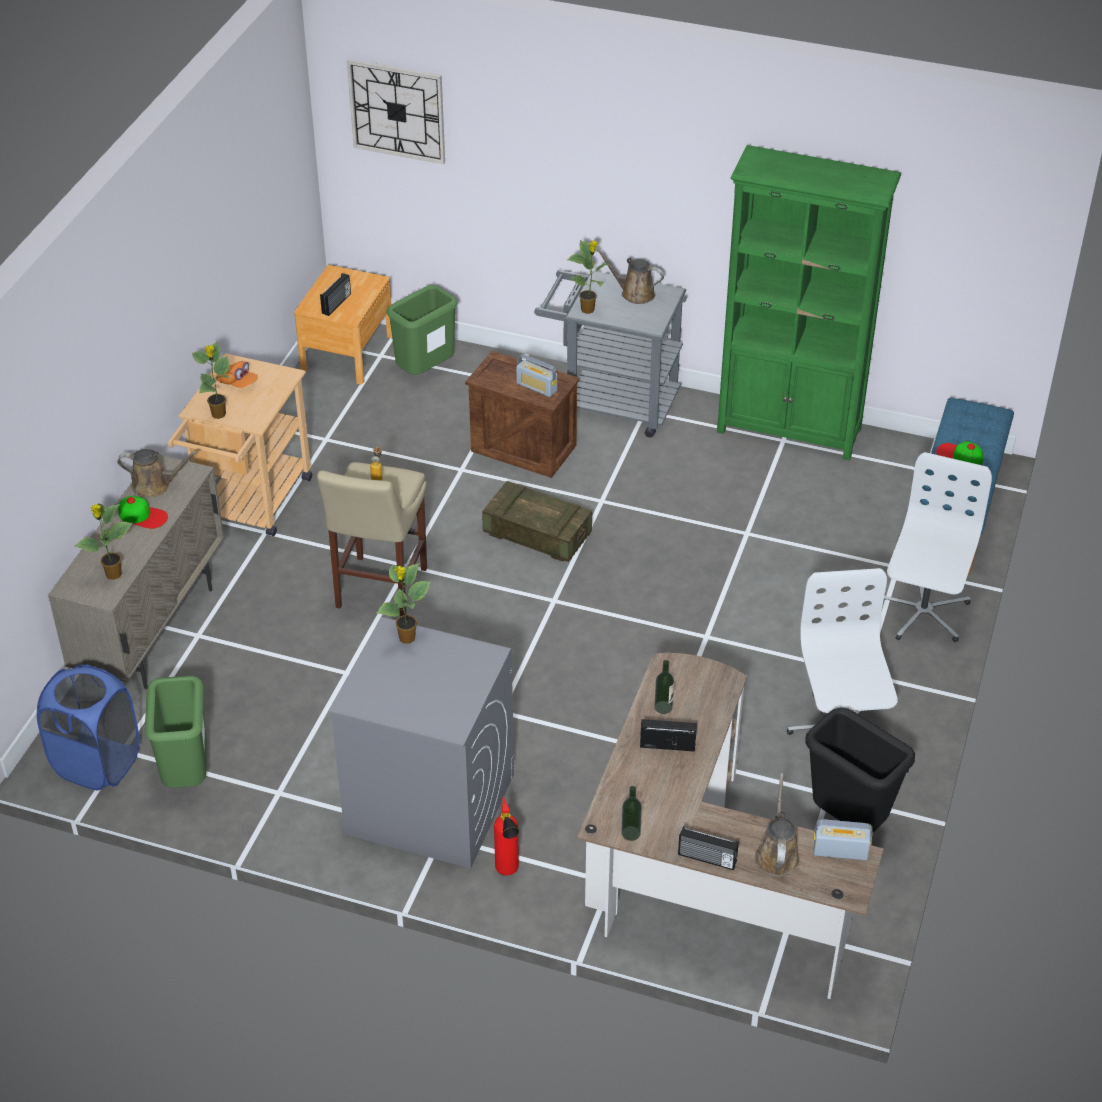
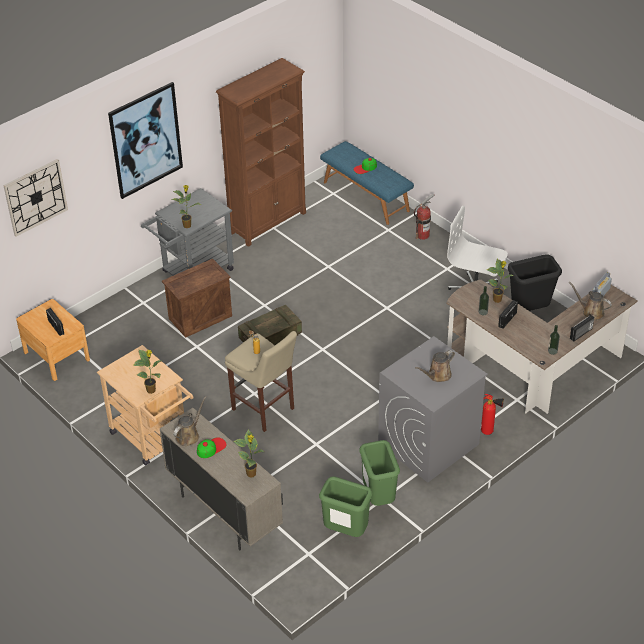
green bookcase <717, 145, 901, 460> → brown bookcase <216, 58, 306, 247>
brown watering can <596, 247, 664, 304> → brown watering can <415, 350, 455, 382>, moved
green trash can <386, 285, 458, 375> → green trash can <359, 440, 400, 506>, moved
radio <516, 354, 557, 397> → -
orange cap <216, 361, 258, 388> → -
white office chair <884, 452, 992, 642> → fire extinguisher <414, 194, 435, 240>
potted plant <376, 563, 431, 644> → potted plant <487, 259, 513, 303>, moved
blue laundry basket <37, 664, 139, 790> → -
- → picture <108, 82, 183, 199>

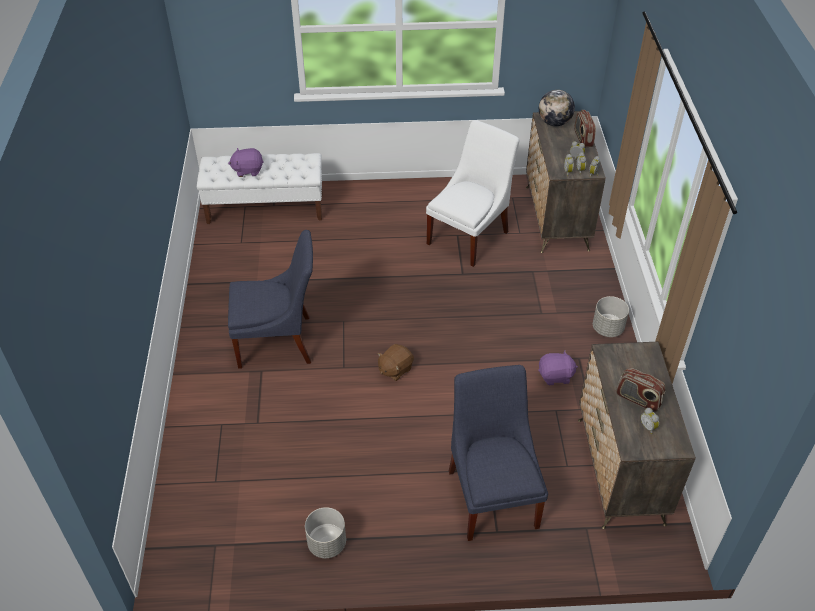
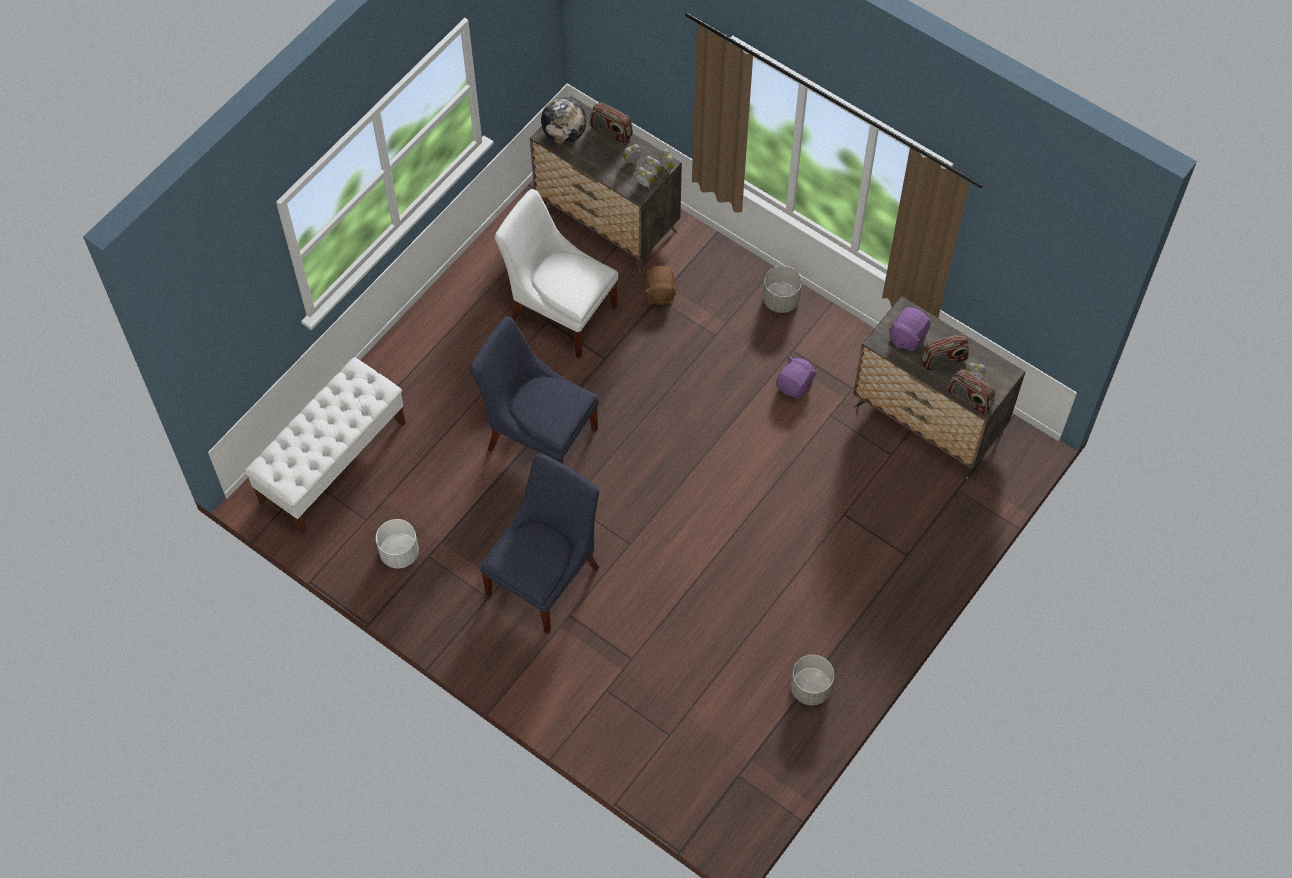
white chair <426, 120, 519, 267> → white chair <495, 189, 618, 358>, 45 degrees counterclockwise
purple plush toy <228, 148, 264, 177> → purple plush toy <889, 307, 930, 352>, moved
brown plush toy <377, 344, 414, 381> → brown plush toy <644, 266, 678, 305>, moved
blue chair <449, 365, 548, 541> → blue chair <470, 316, 599, 464>, moved
- → radio <947, 369, 995, 415>
- → white planter <376, 519, 419, 569>

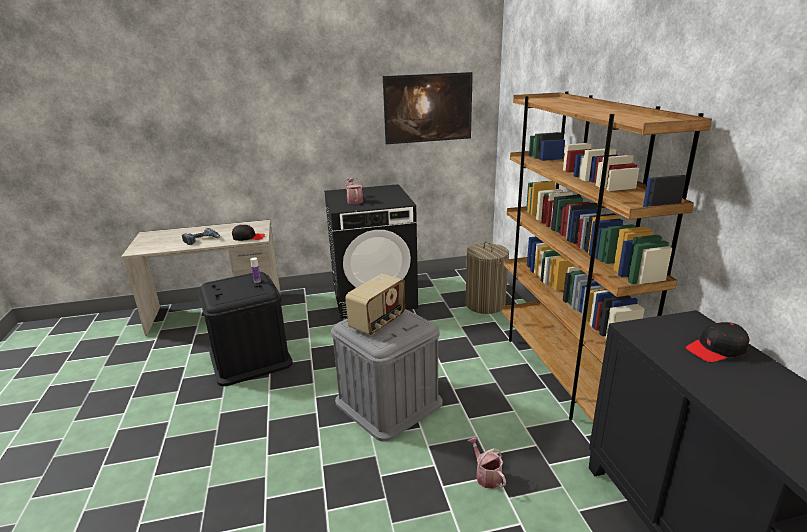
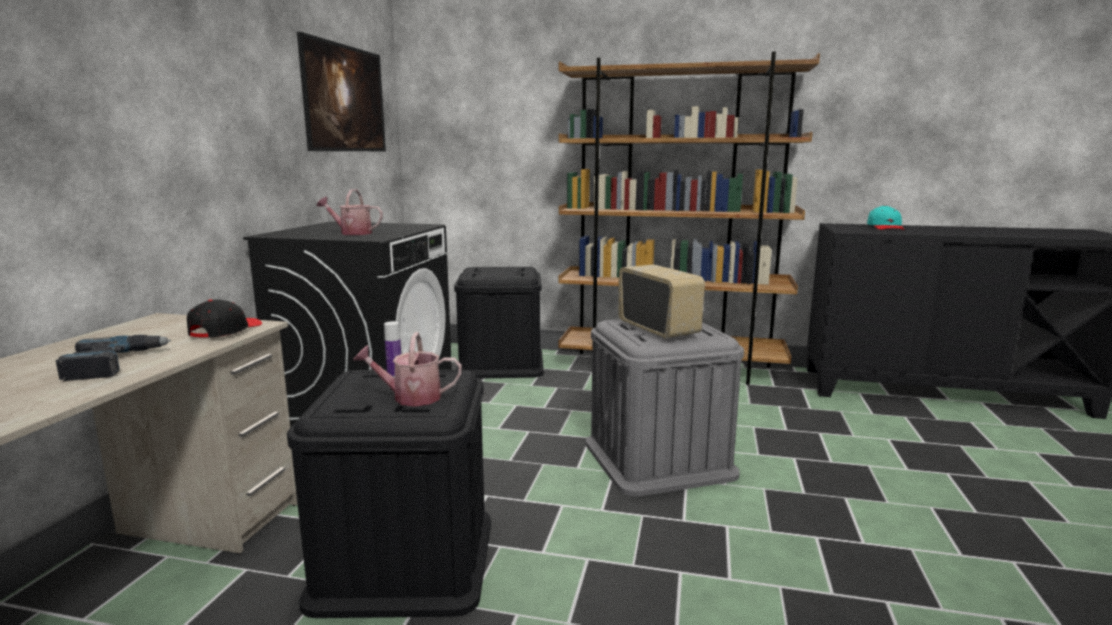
laundry basket <466, 241, 509, 314> → black storage box <454, 267, 544, 379>
black cap <685, 322, 750, 362> → turquoise cap <867, 205, 904, 230>
watering can <467, 437, 506, 489> → watering can <353, 332, 462, 407>, moved

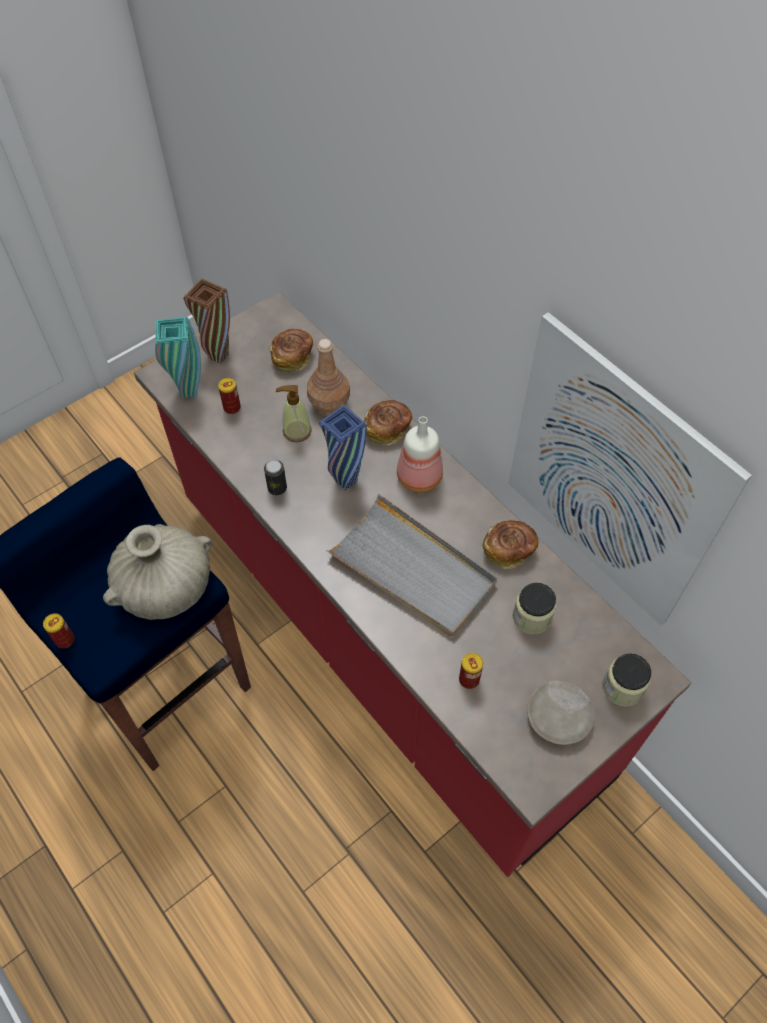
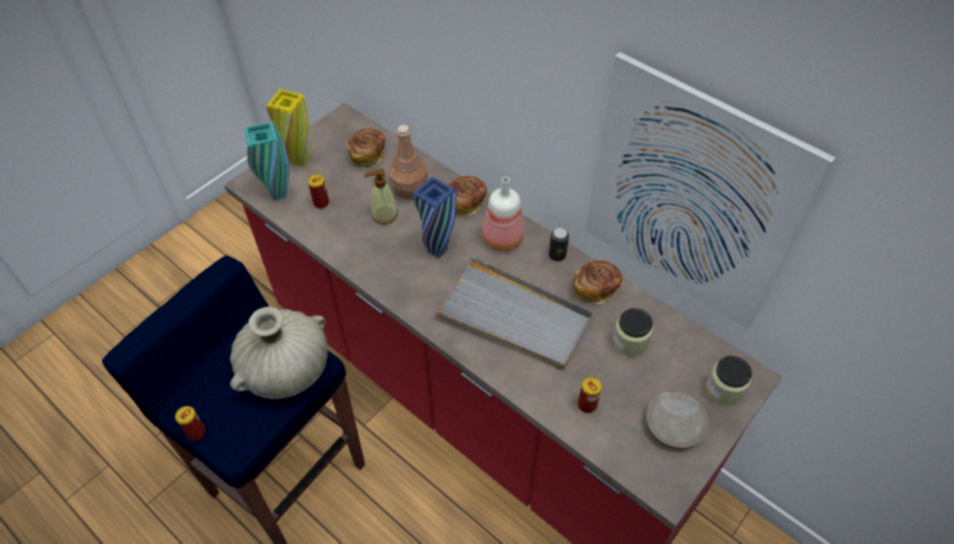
brown vase <183, 278, 230, 363> → yellow vase <266, 89, 310, 168>
can <264, 460, 287, 495> → can <549, 228, 569, 261>, moved

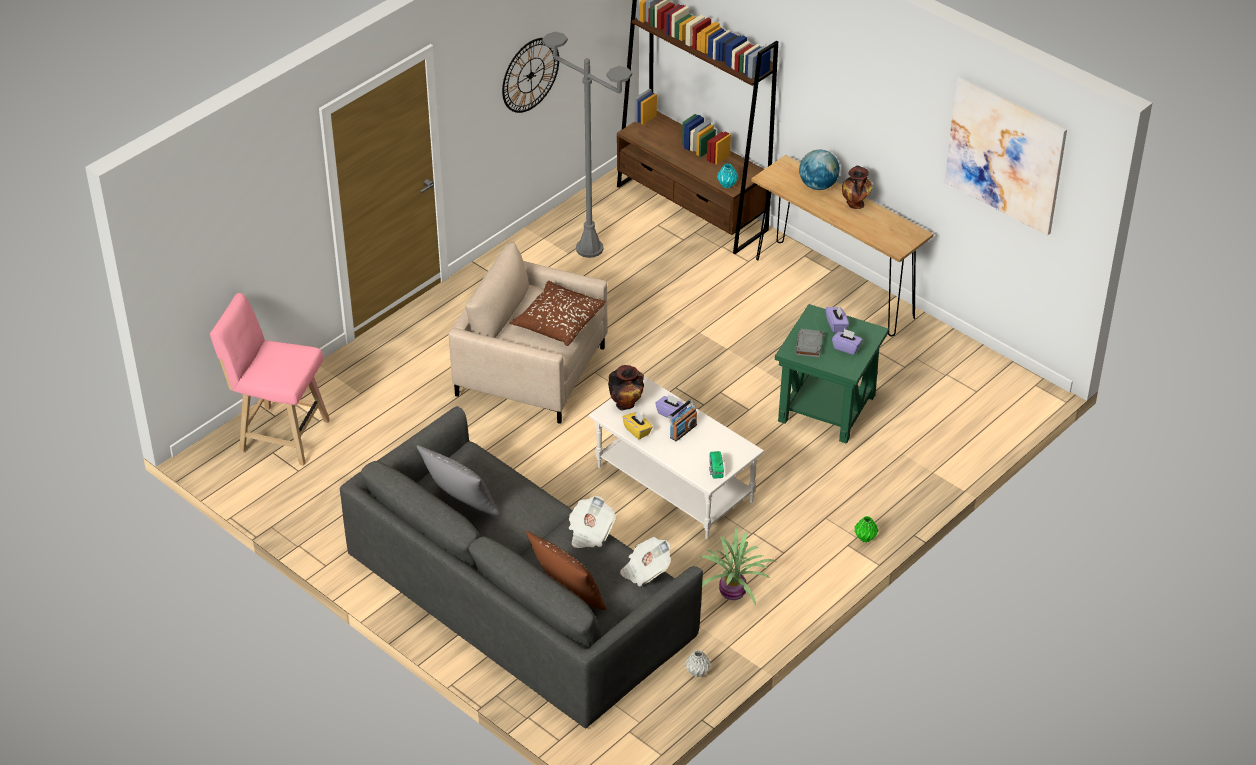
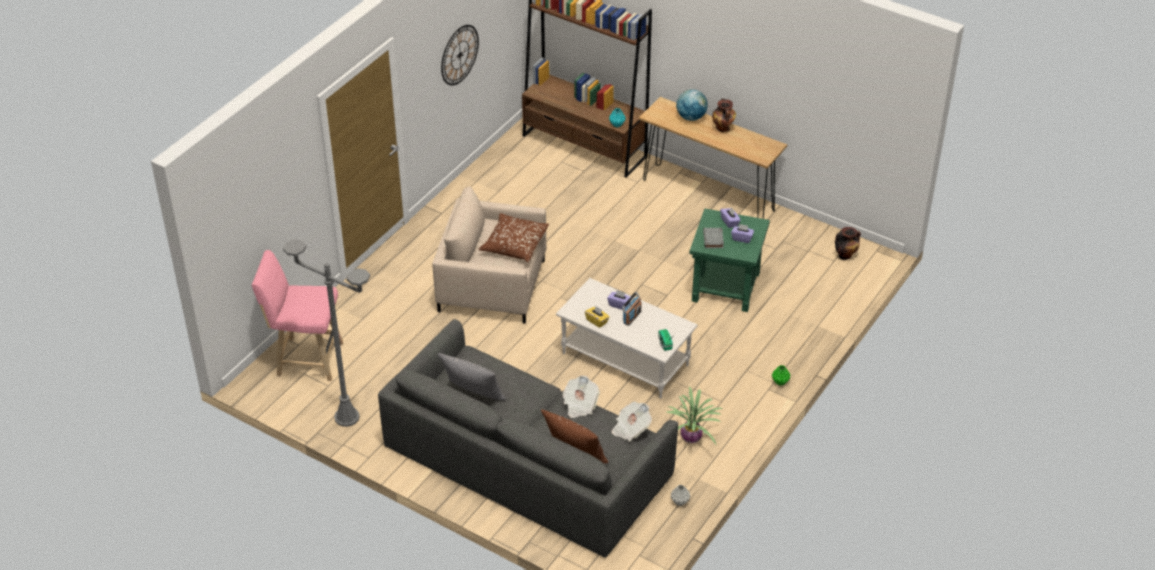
grey floor lamp <542, 32, 632, 258> → grey floor lamp <283, 239, 370, 427>, moved
picture <945, 77, 1067, 236> → -
vase <608, 365, 644, 410> → vase <835, 227, 861, 260>, moved

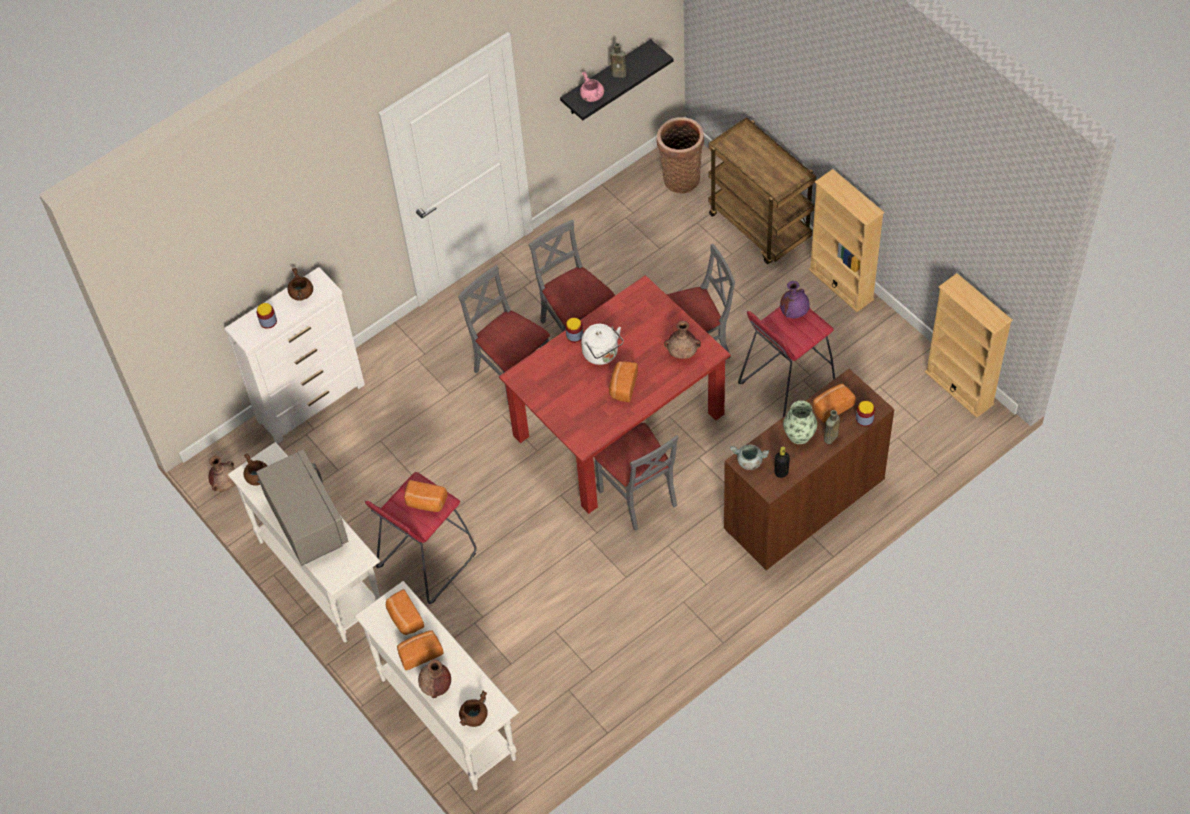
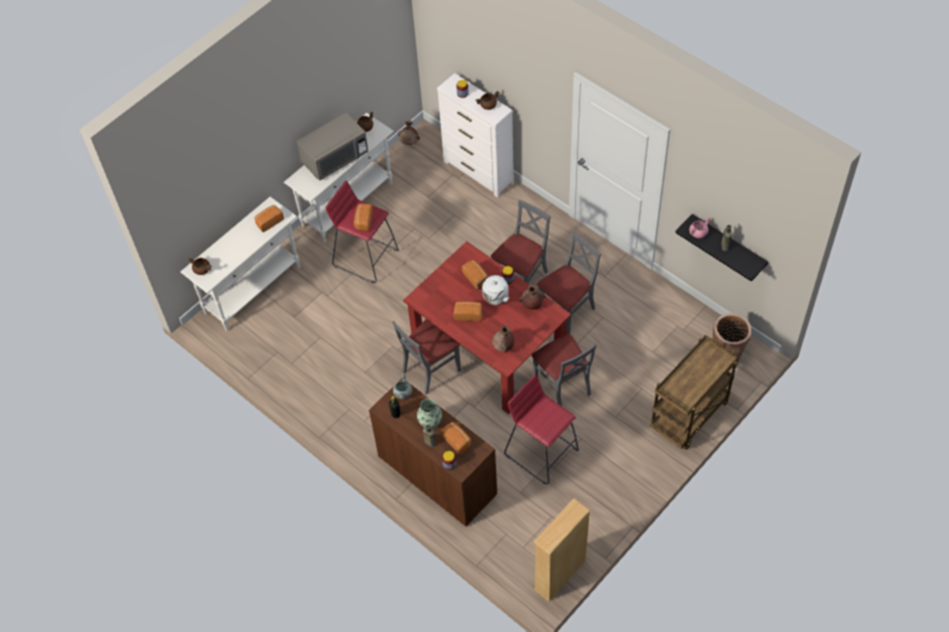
beige bookcase <809, 169, 884, 312> → -
purple vase <780, 281, 810, 319> → -
bread <397, 630, 444, 670> → bread <462, 260, 488, 290>, moved
brown vase <418, 660, 451, 698> → brown vase <519, 285, 546, 310>, moved

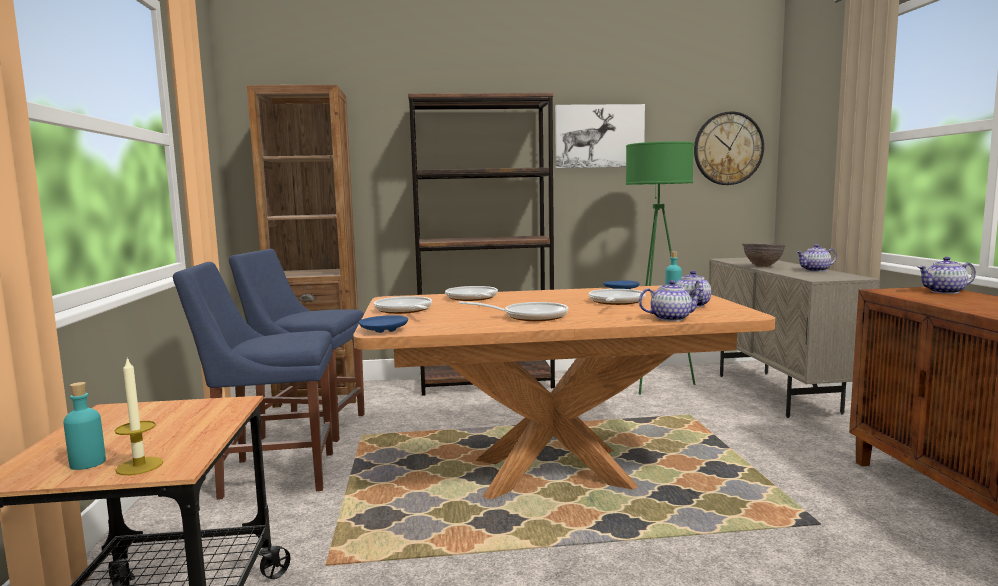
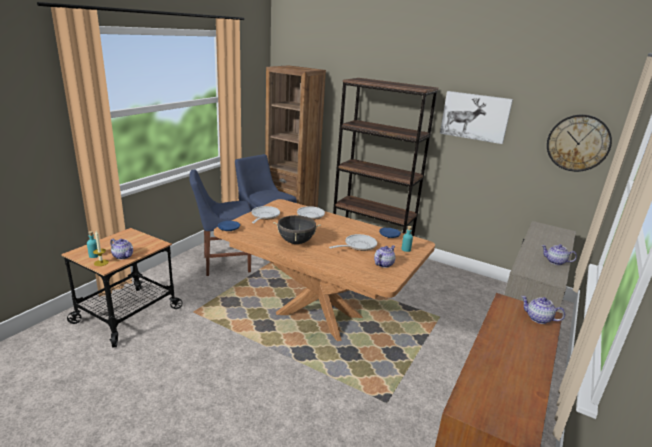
green floor lamp <626, 141, 695, 395> → -
brown bowl <742, 243, 785, 267> → -
blue chair <173, 262, 333, 500> → blue chair <189, 169, 251, 276>, 45 degrees counterclockwise
teapot <639, 280, 703, 321> → teapot <110, 239, 133, 260>, moved
frying pan <459, 301, 568, 321> → black cooking pot <273, 215, 321, 244>

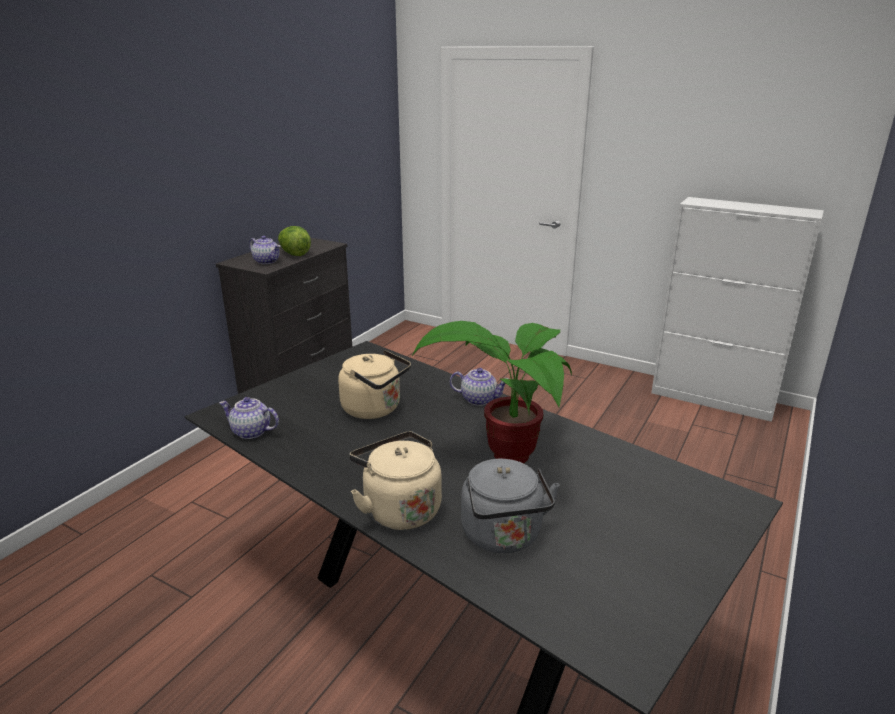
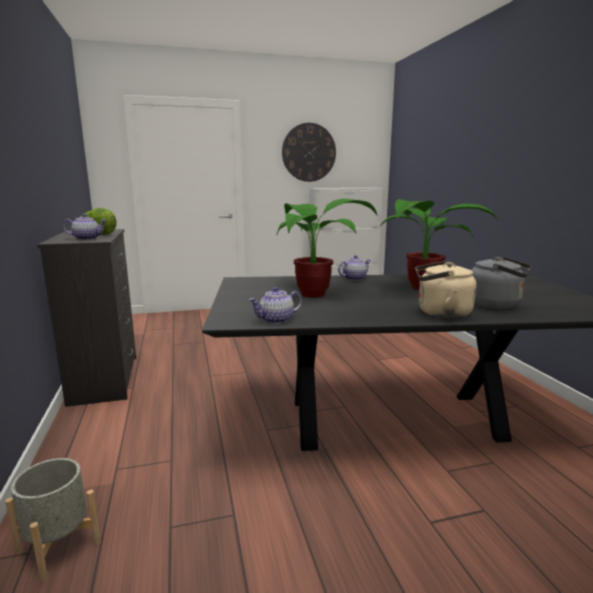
beige kettle <338, 350, 411, 419> → potted plant <277, 199, 377, 298>
- → wall clock <282, 123, 336, 182>
- → grey planter <5, 458, 101, 583>

